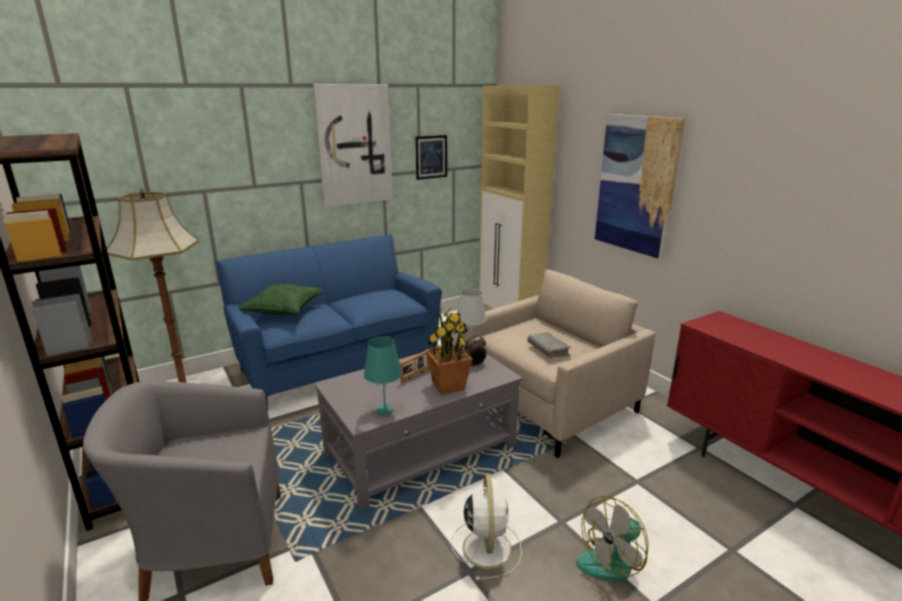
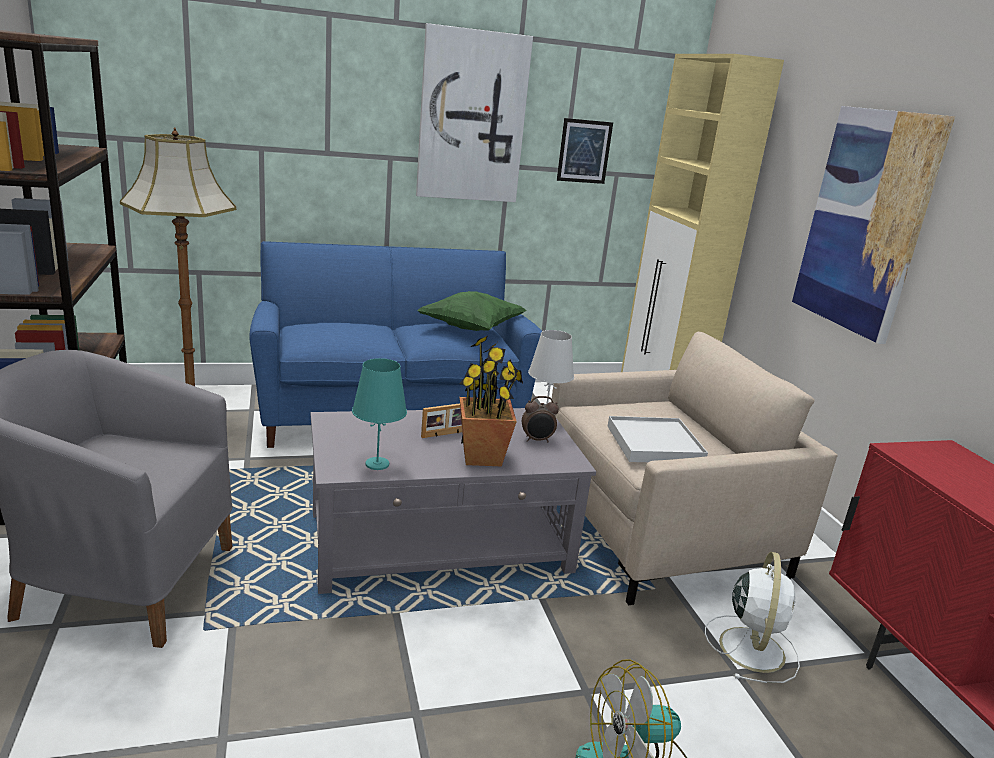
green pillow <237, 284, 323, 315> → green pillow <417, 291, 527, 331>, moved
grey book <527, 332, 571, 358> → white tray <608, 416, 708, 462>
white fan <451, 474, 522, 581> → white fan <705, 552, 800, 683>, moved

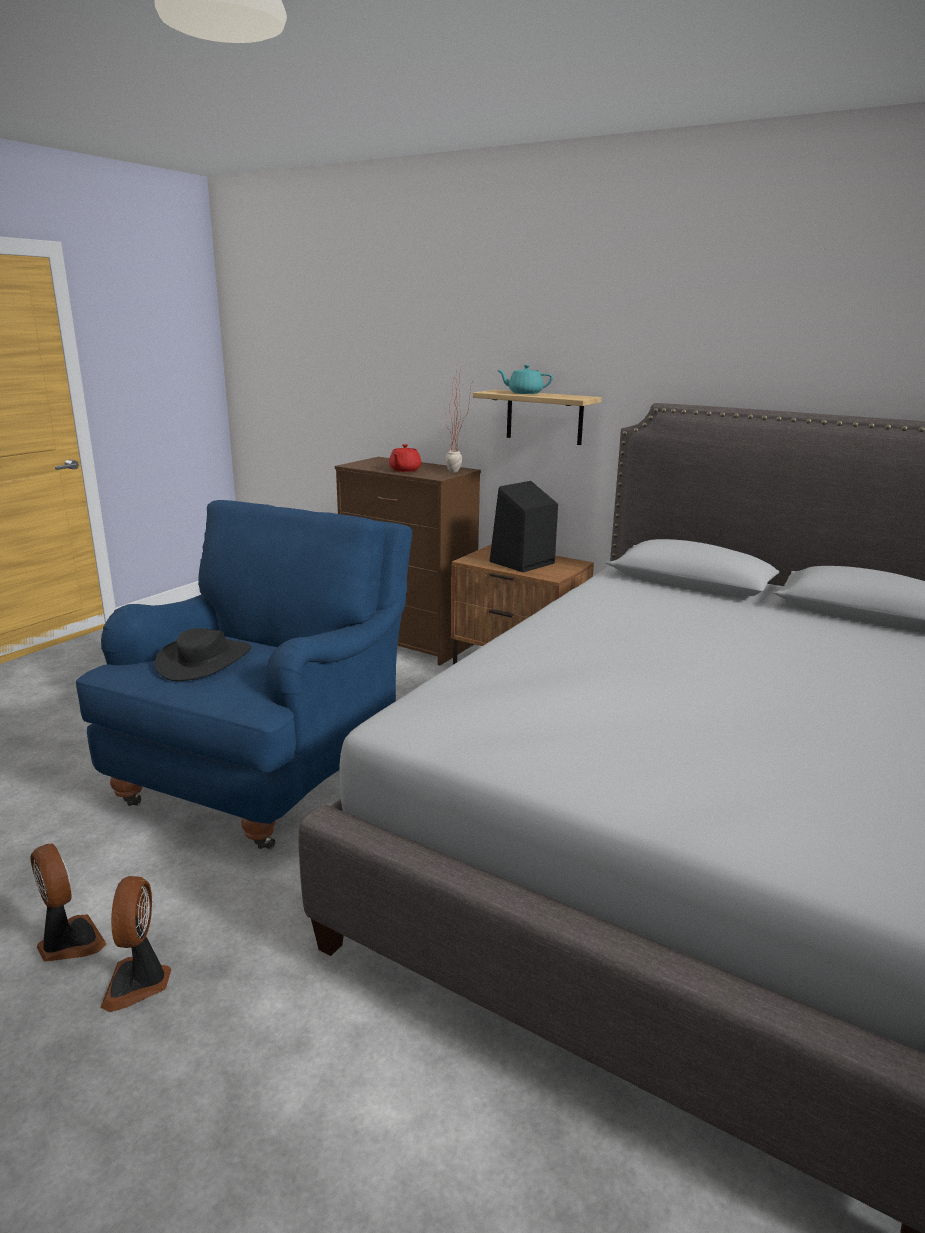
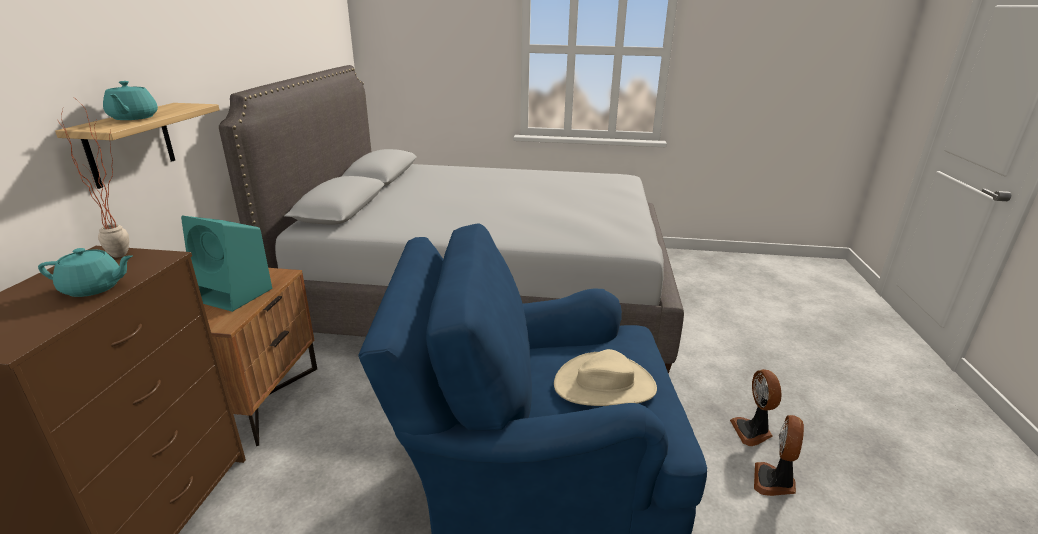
red teapot <389, 444, 422, 472> → turquoise teapot <38, 248, 132, 297>
black speaker <490, 481, 558, 572> → turquoise speaker <181, 216, 273, 312>
black hat <155, 628, 251, 681> → beige hat <554, 349, 657, 406>
fan <101, 876, 171, 1012> → fan <730, 369, 782, 446>, 120 degrees clockwise

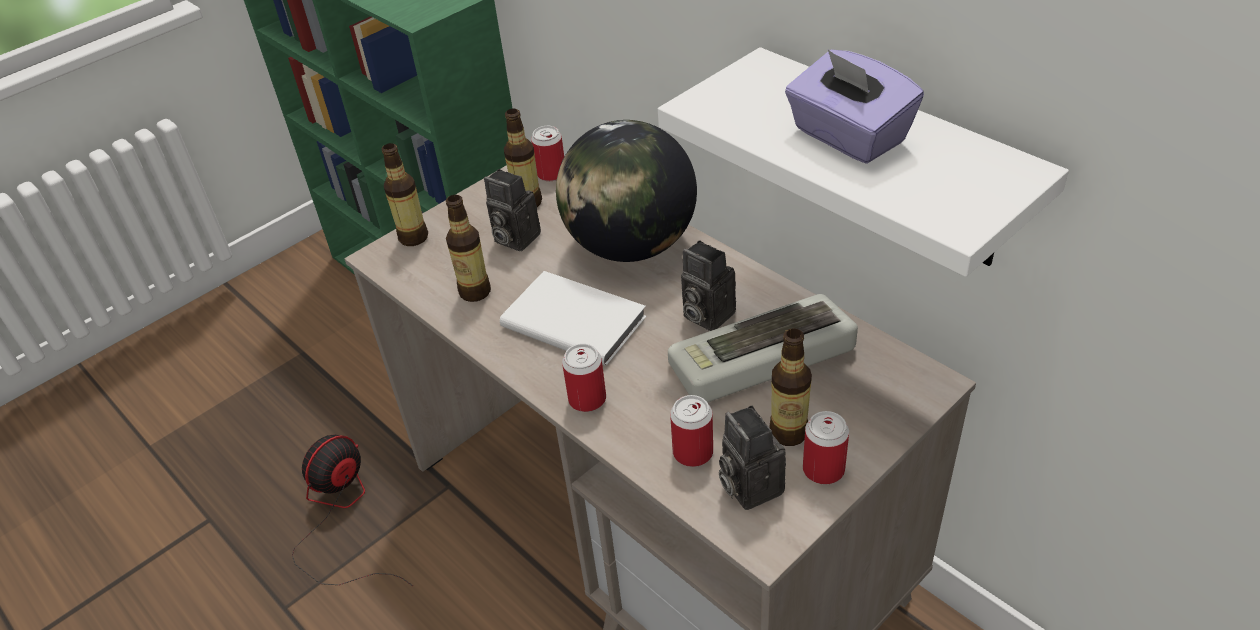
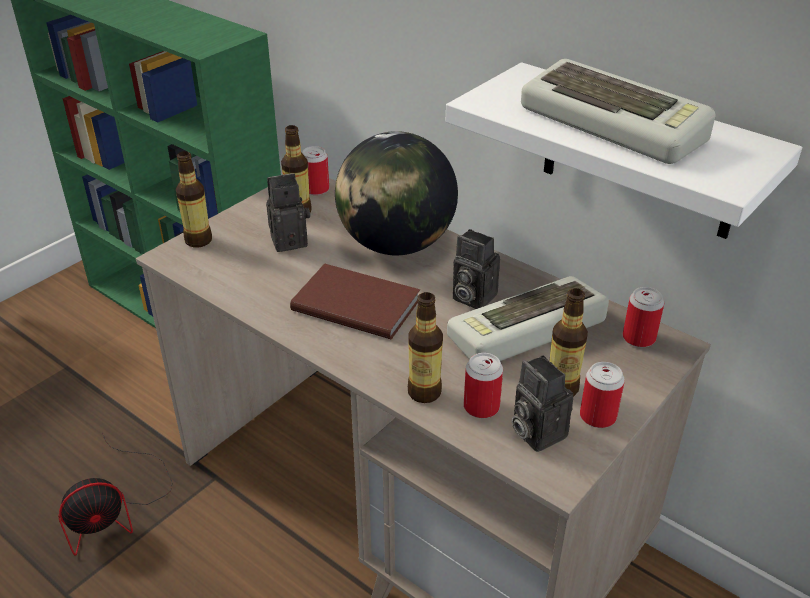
purple tissue box <785, 50, 924, 164> → keyboard <521, 59, 715, 164>
photo camera <484, 169, 541, 251> → photo camera <266, 173, 310, 252>, 135 degrees clockwise
bottle <446, 195, 491, 302> → bottle <408, 292, 443, 403>, moved
white book <500, 271, 647, 366> → brown book <290, 263, 420, 339>
can <562, 344, 606, 412> → can <623, 287, 664, 347>, moved
fan <292, 435, 413, 586> → fan <58, 433, 172, 556>, 150 degrees counterclockwise

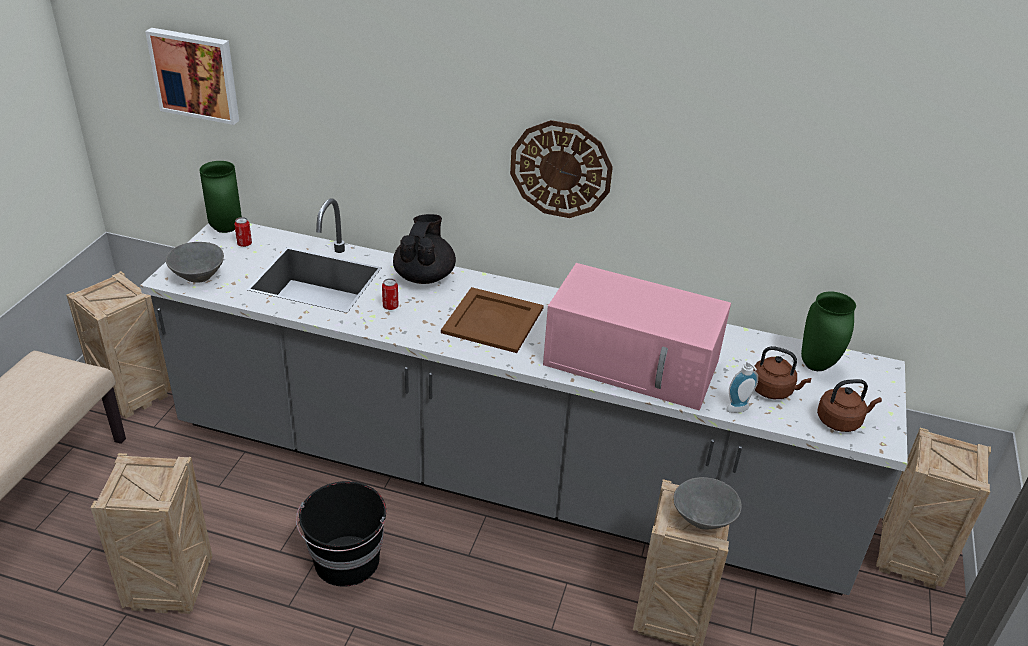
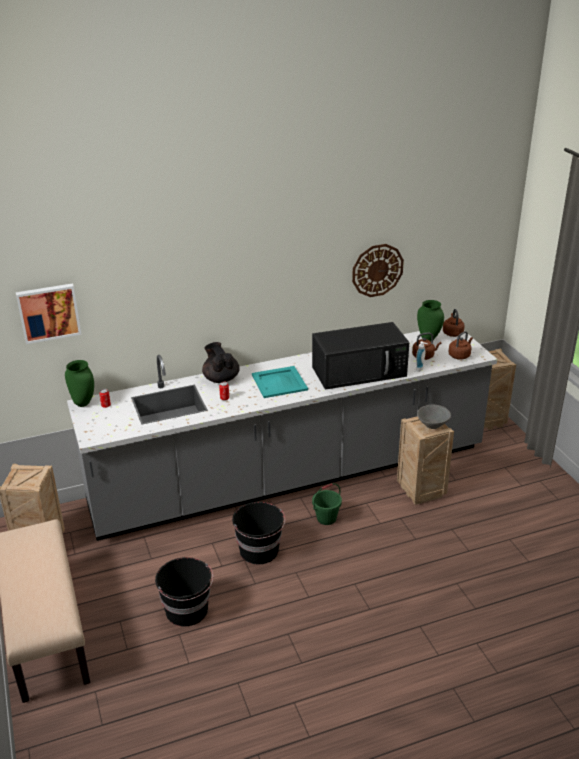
wall clock <510, 120, 613, 218> → wall clock <352, 244, 404, 297>, moved
grey bowl <166, 242, 224, 282> → -
pink microwave <543, 263, 731, 410> → black microwave <312, 322, 409, 390>
brown tray <441, 287, 544, 353> → turquoise tray <252, 366, 308, 398>
crate <91, 453, 212, 614> → black bucket <155, 557, 213, 626>
- → brown kettle <443, 309, 465, 337>
- → green bucket <312, 483, 342, 525>

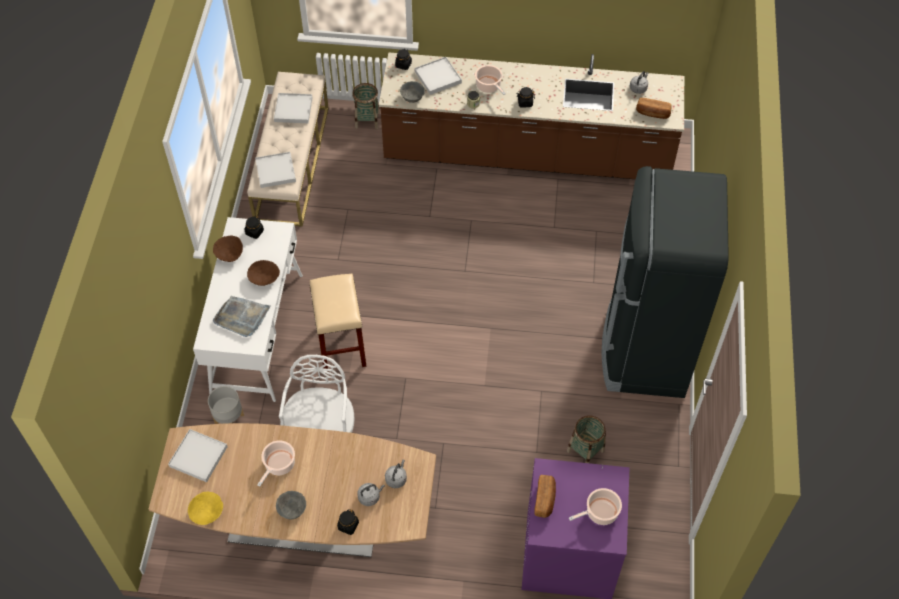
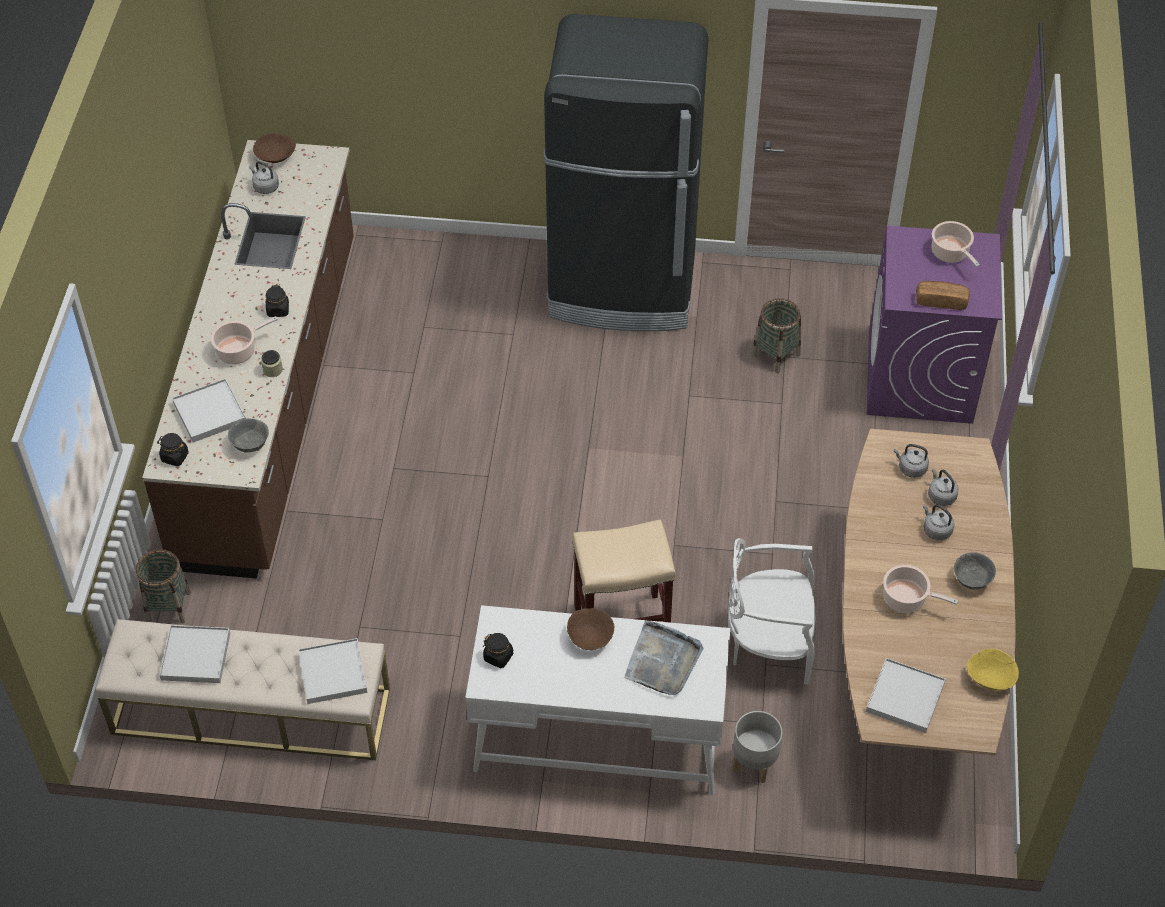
bread <636, 98, 672, 119> → -
brown bowl <213, 235, 243, 262> → brown bowl <253, 133, 296, 163>, moved
black jar <337, 509, 359, 535> → -
- → grey kettle <923, 504, 954, 540>

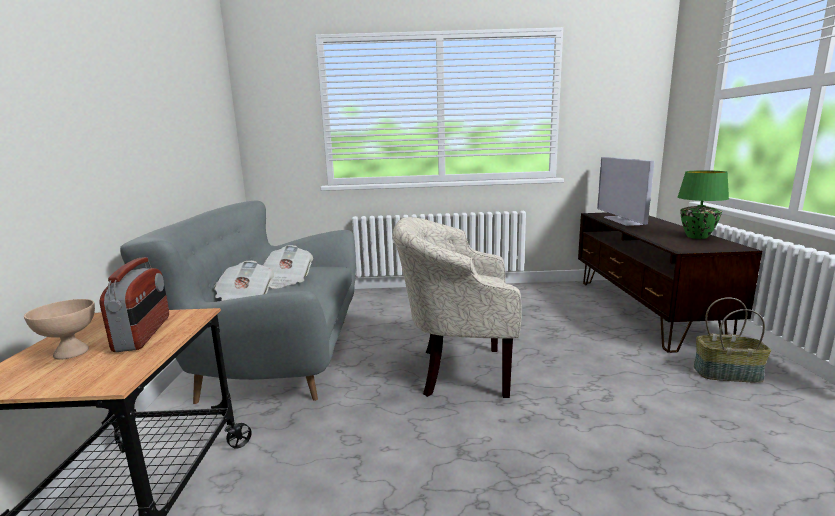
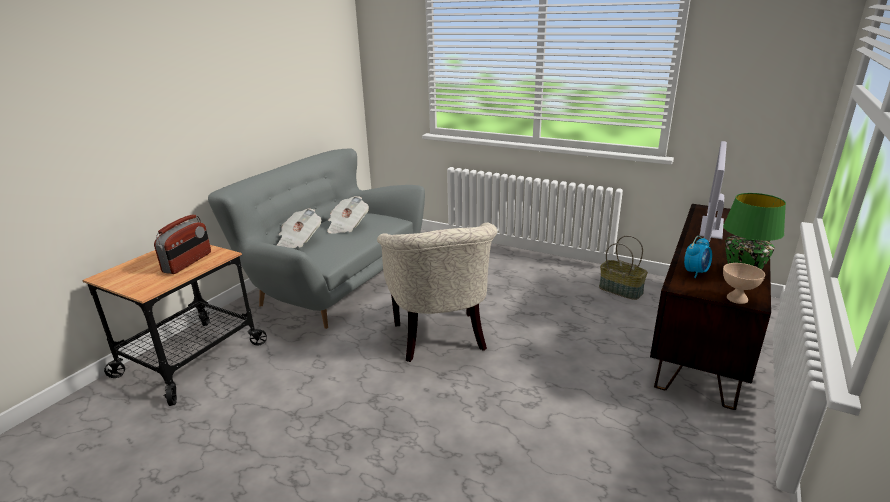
beige armchair <392, 217, 522, 398> → beige armchair <377, 223, 497, 362>, 135 degrees counterclockwise
basket <694, 297, 771, 383> → basket <599, 235, 648, 300>, moved
beige bowl <24, 299, 95, 360> → beige bowl <723, 263, 765, 304>, moved
- → alarm clock <684, 236, 712, 278>

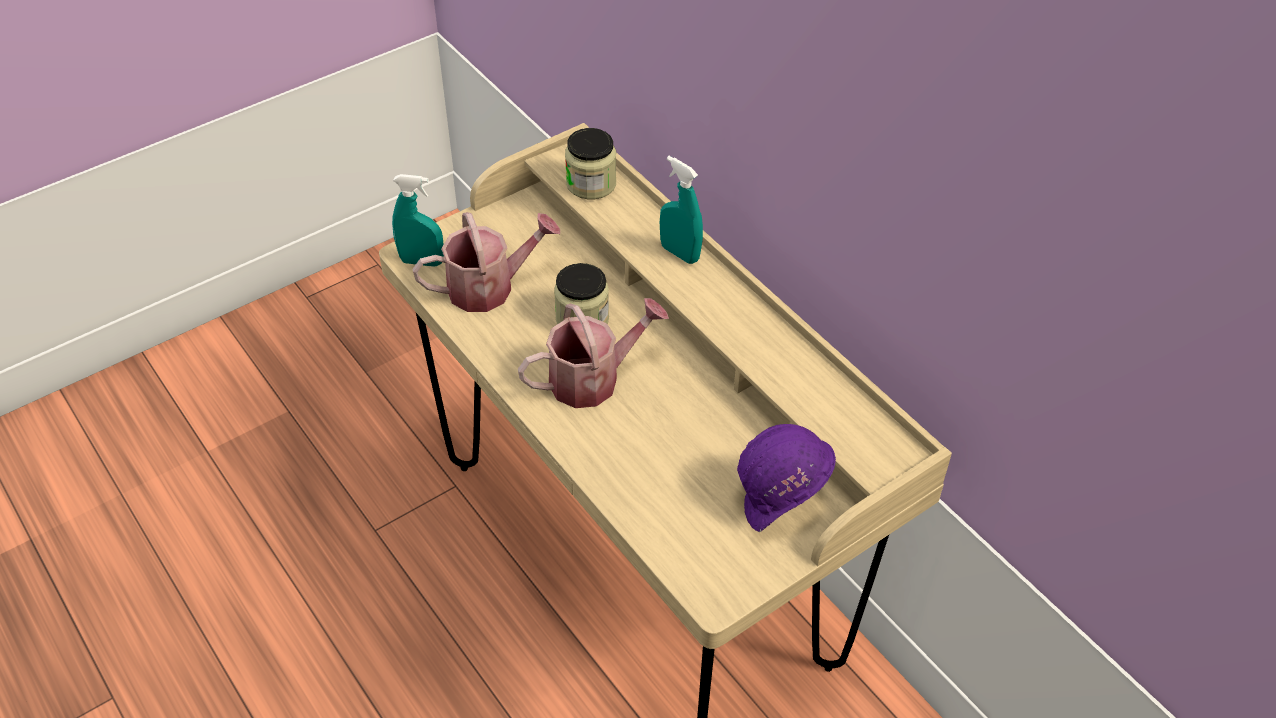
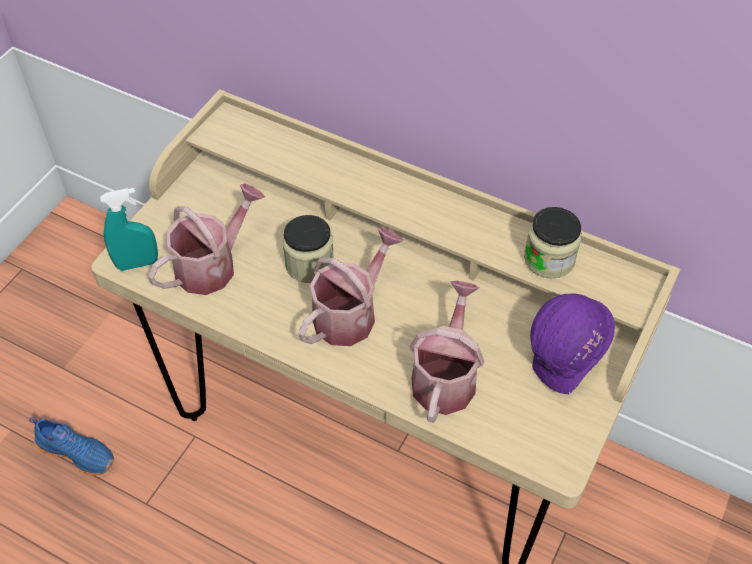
jar <565, 128, 616, 199> → jar <524, 207, 582, 279>, moved
turquoise spray bottle <660, 156, 703, 264> → -
- → watering can <409, 281, 484, 423>
- → blue shoe <29, 417, 114, 476>

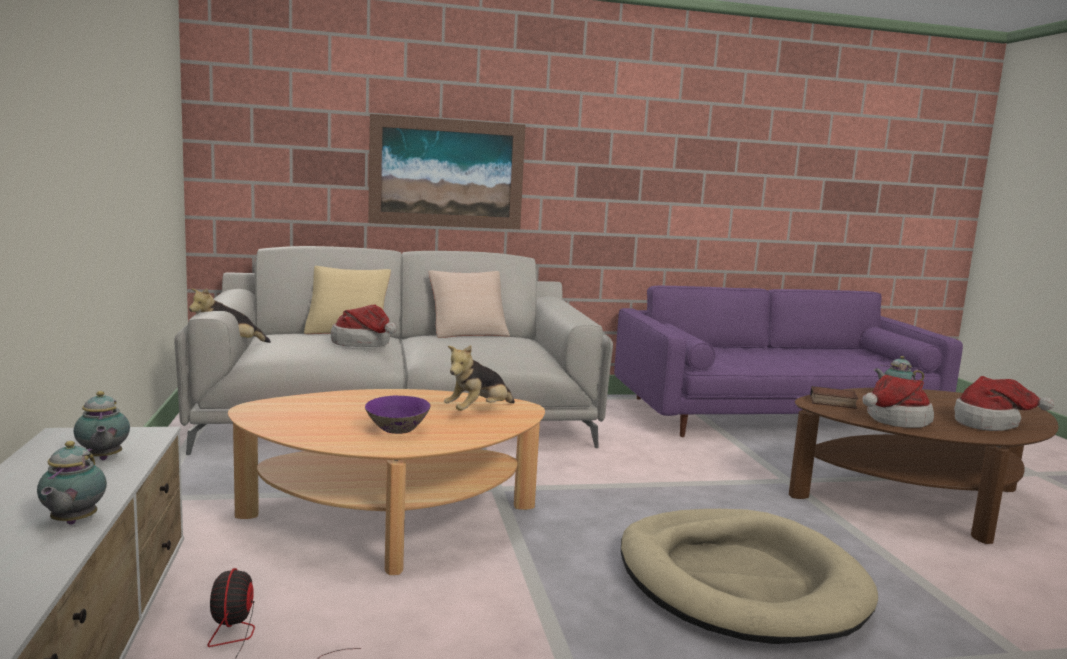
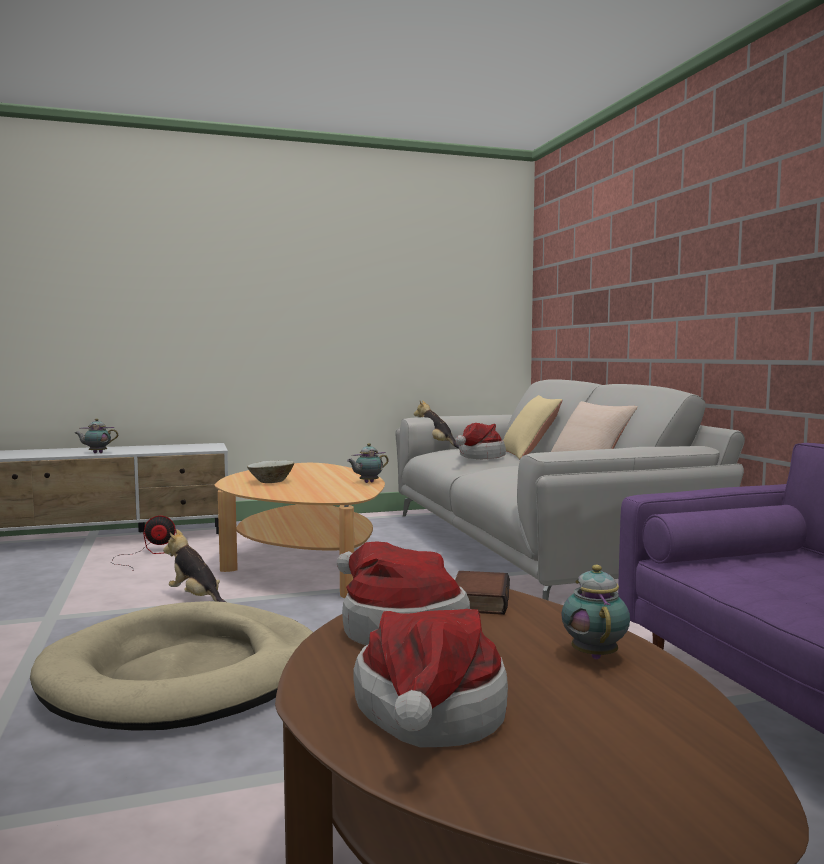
picture <368, 114, 526, 229> → -
plush toy <444, 345, 515, 411> → plush toy <163, 529, 226, 602>, moved
teapot <74, 391, 130, 460> → teapot <347, 443, 389, 483>, moved
purple bowl <365, 396, 430, 434> → beige bowl <247, 460, 294, 483>

